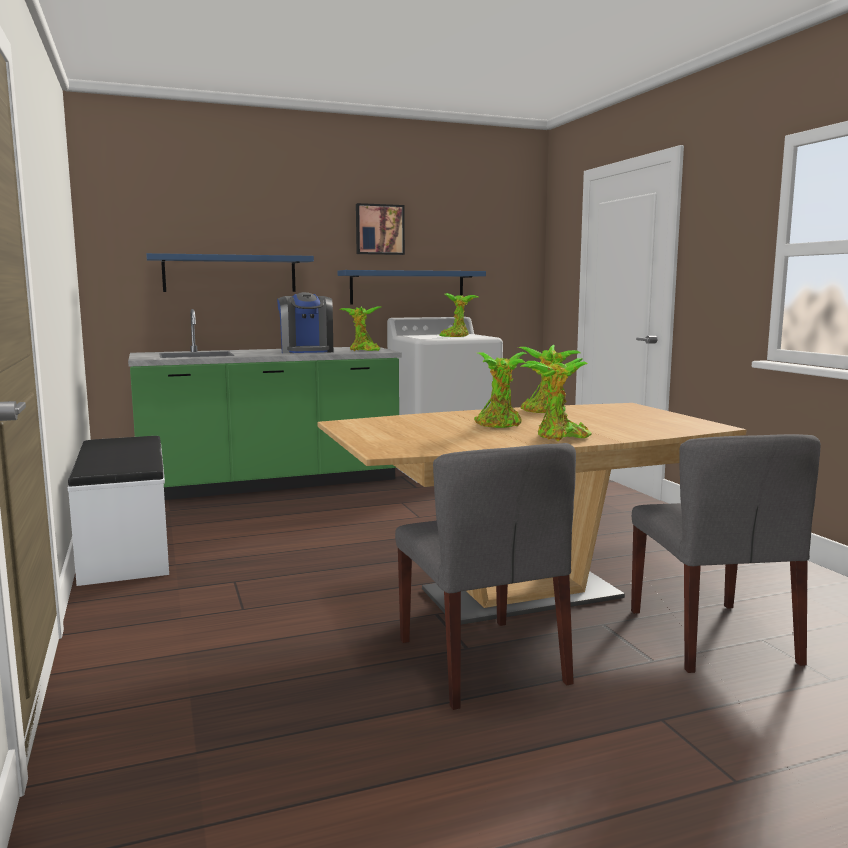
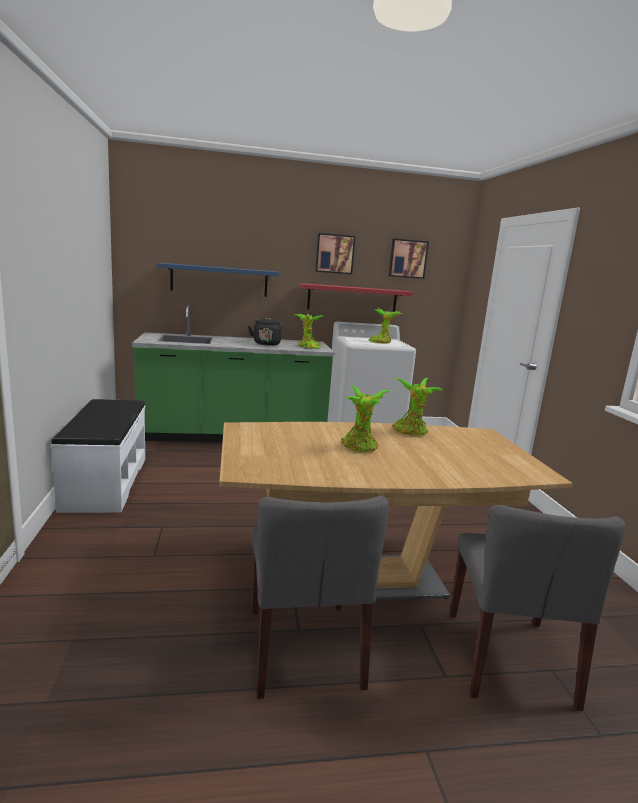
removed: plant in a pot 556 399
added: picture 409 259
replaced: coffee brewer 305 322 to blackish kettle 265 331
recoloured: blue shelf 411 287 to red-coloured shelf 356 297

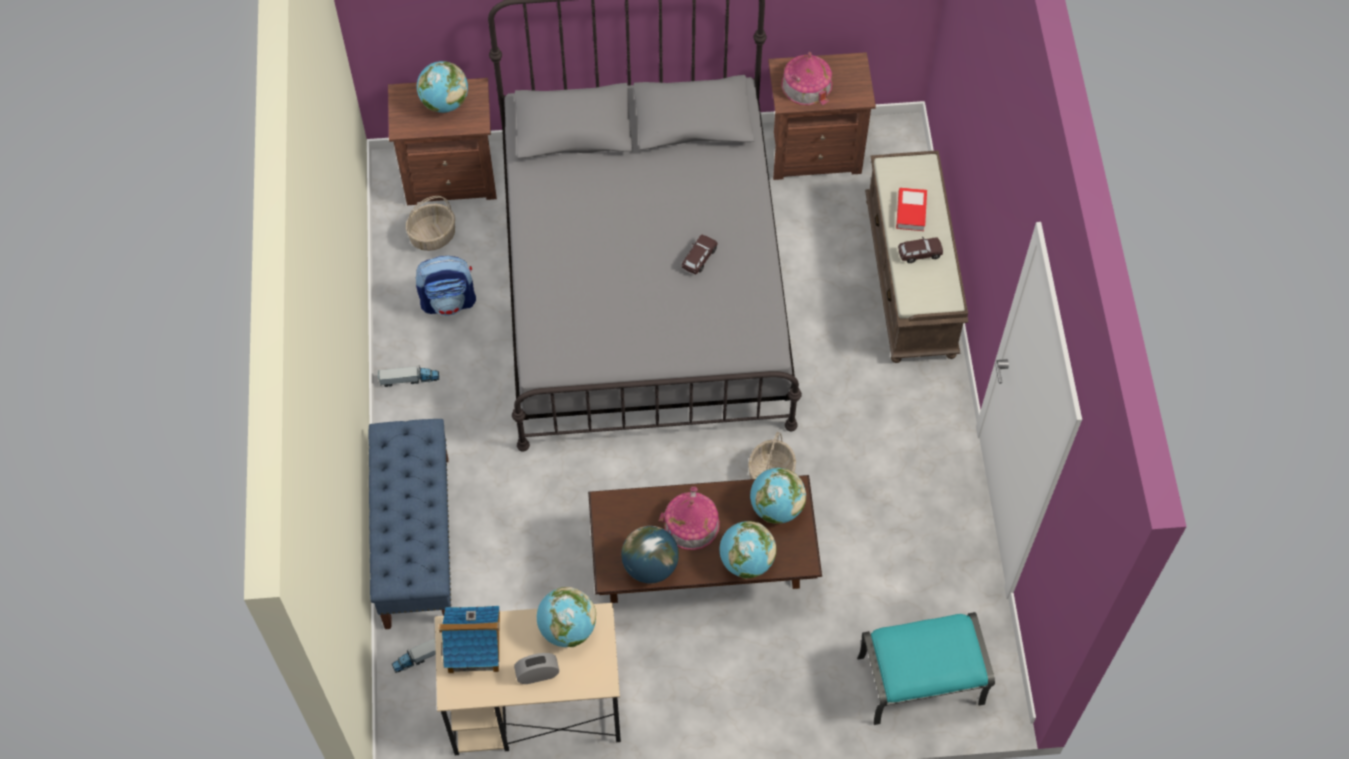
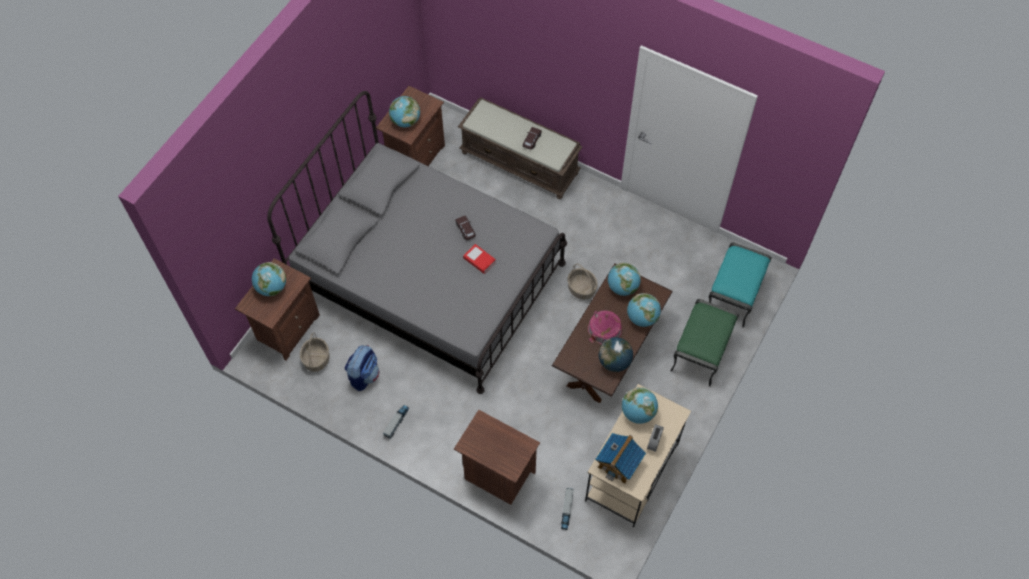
added: green footrest 705 343
moved: volume 911 209 to 479 259
replaced: miniature house 806 79 to globe 404 111; blue long seat 410 524 to brown bedside table 497 457

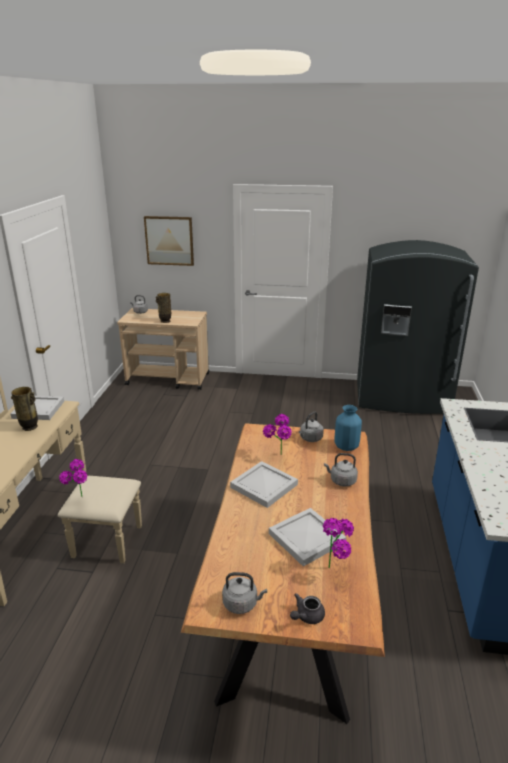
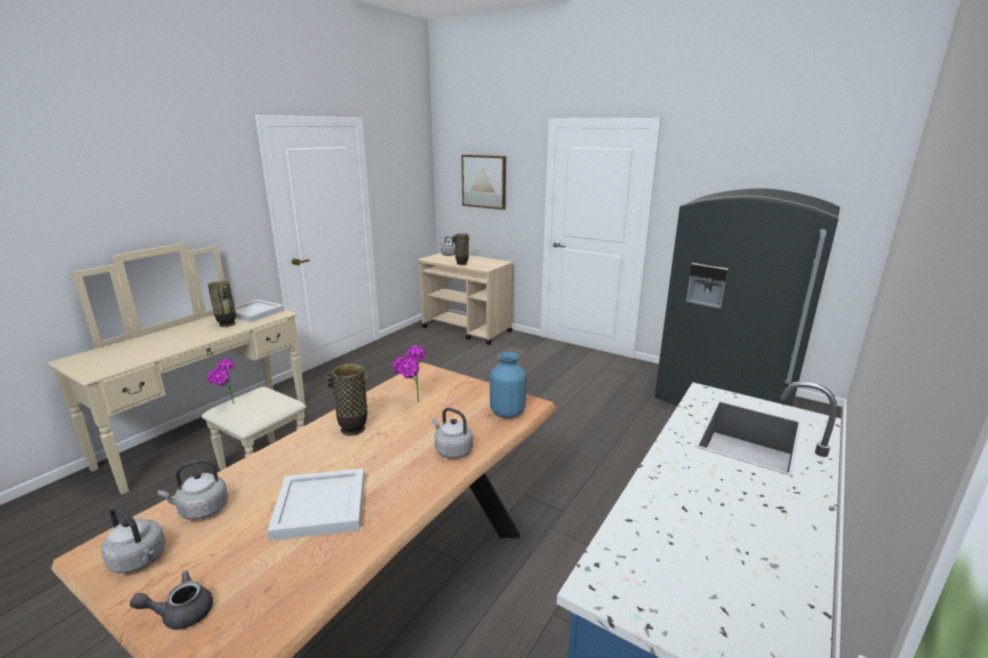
removed: plant in a pot 338 543
moved: gray kettle 311 426 to 193 489
replaced: whitish tray 264 484 to vase 347 400

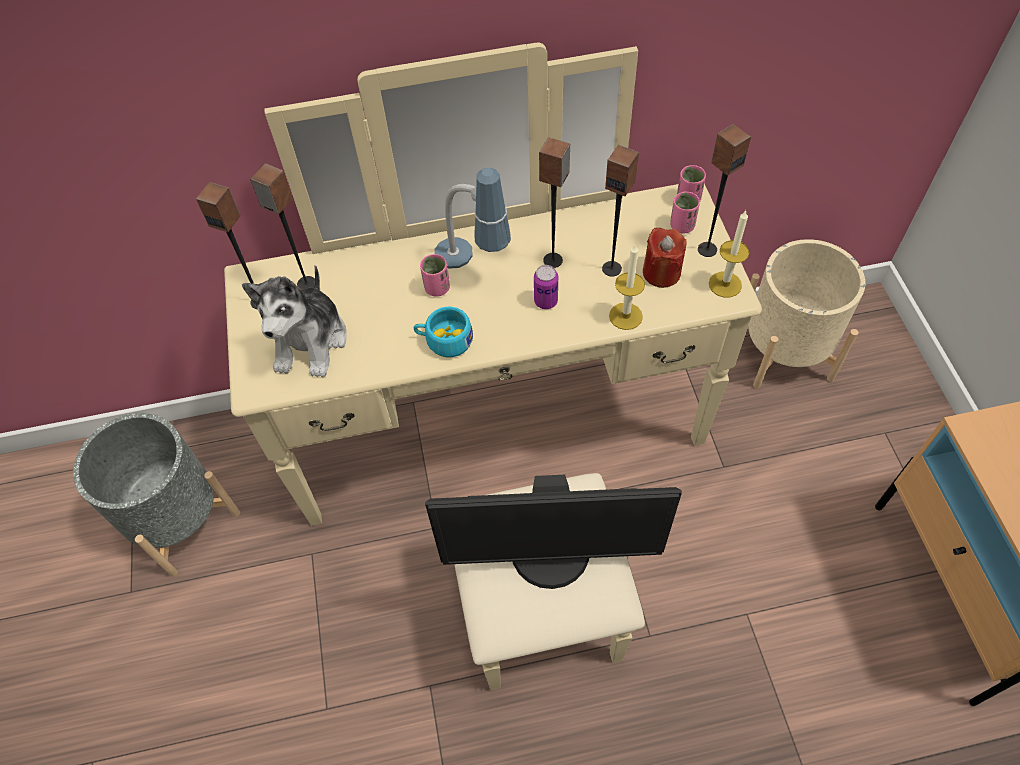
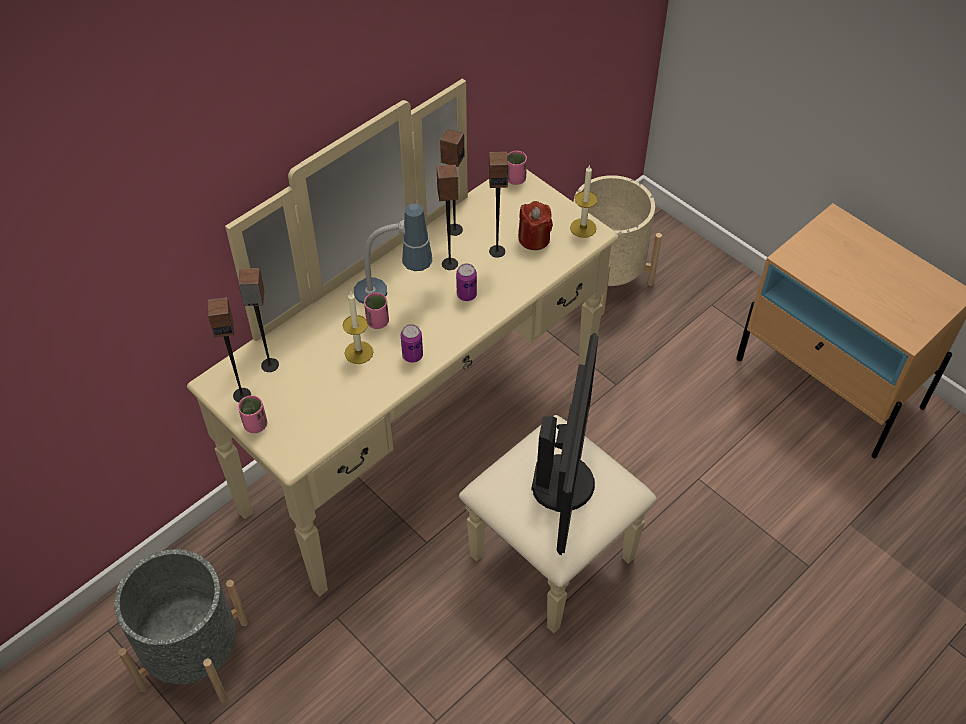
removed: soft toy 294 321
moved: loudspeaker 724 190 to 452 182; pinkish drinking cup 685 212 to 252 414; wax candle 627 286 to 358 328
replaced: turquoise-coloured drinking cup 443 332 to sealed can 412 343
turned: monitor 553 532 = 565 444 45 degrees counterclockwise

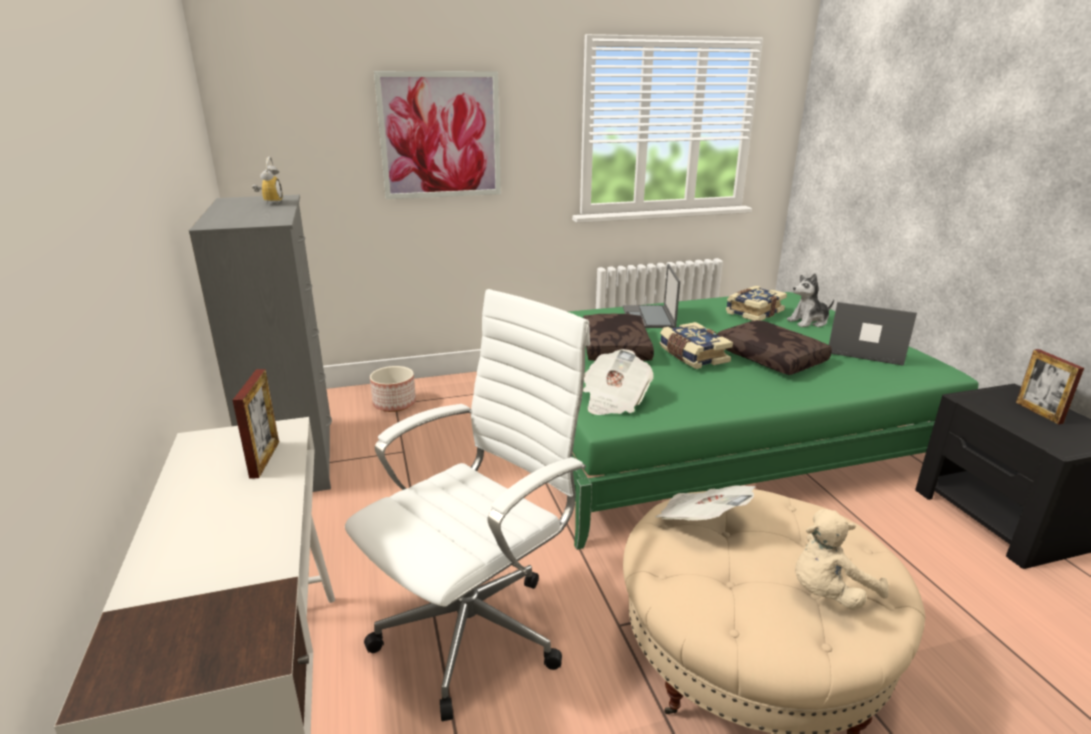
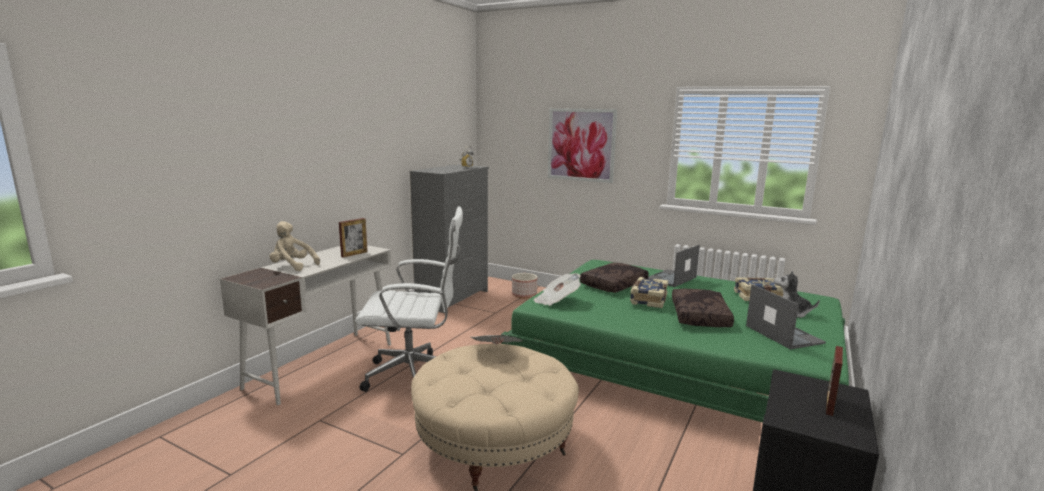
moved: sand-coloured soft toy 842 559 to 295 246

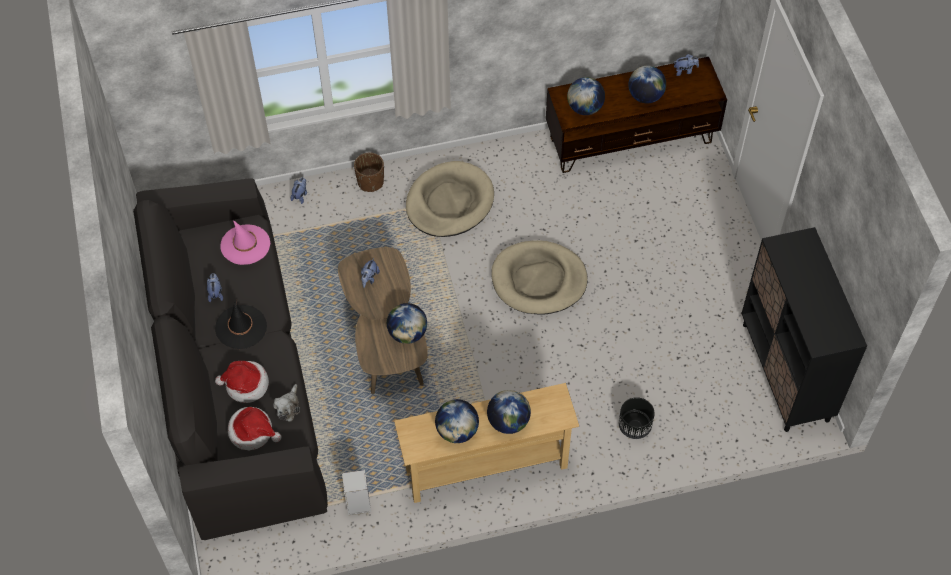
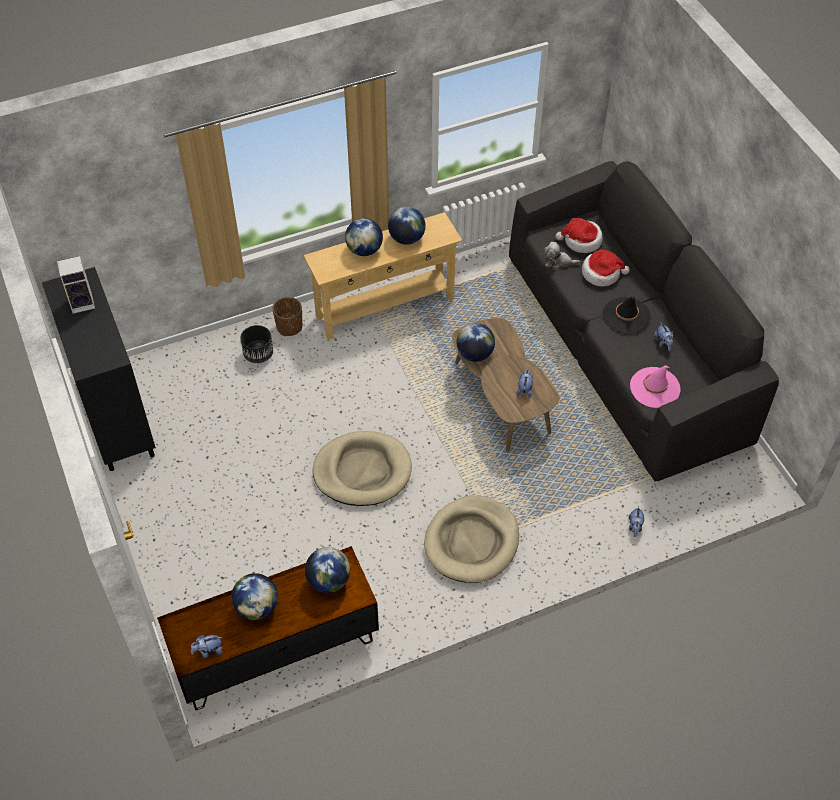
moved: brown plant pot 369 172 to 287 316; loudspeaker 356 492 to 76 285
turned: soft toy 286 402 = 562 256 90 degrees counterclockwise

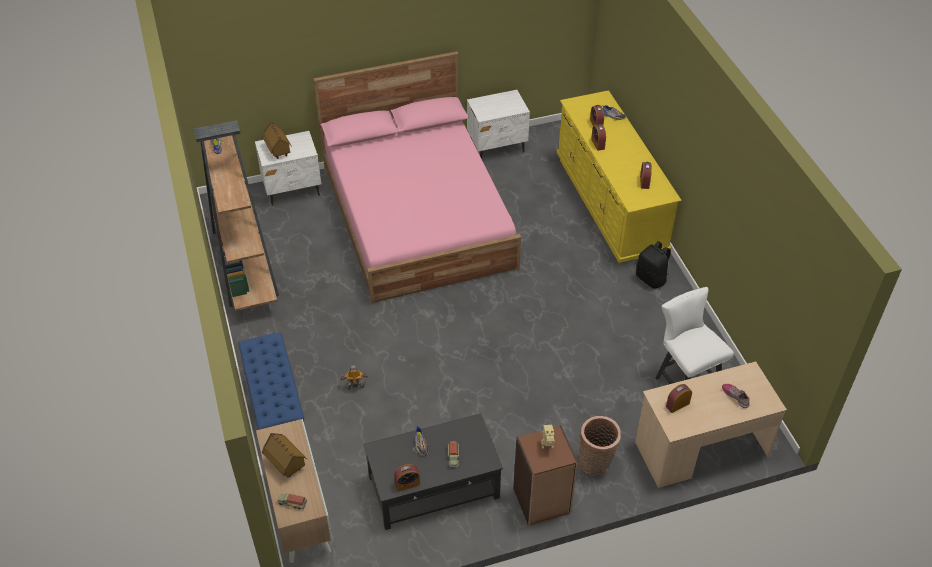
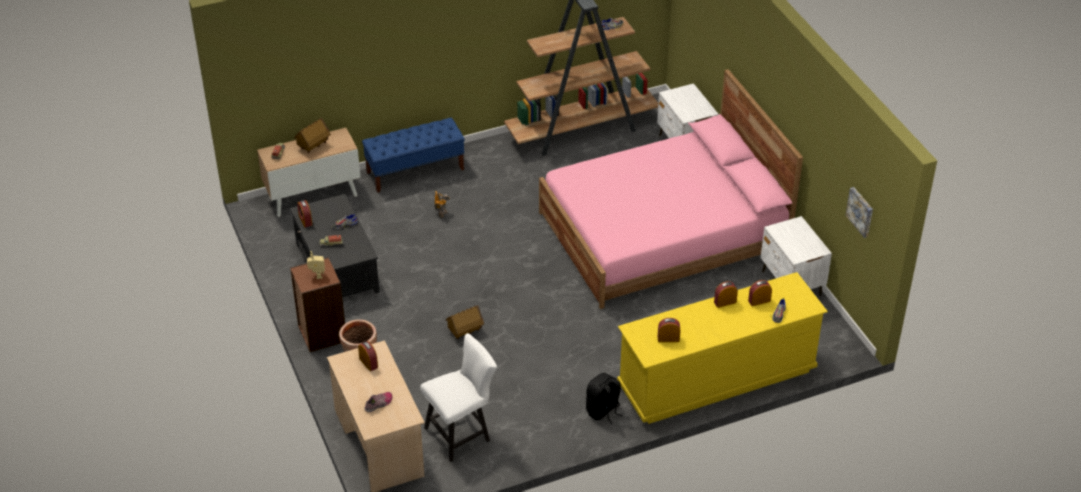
added: picture 859 212
moved: miniature house 277 140 to 465 322

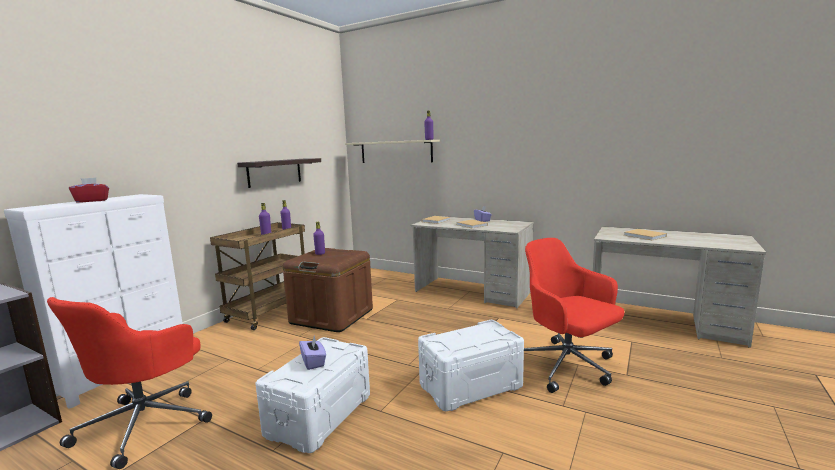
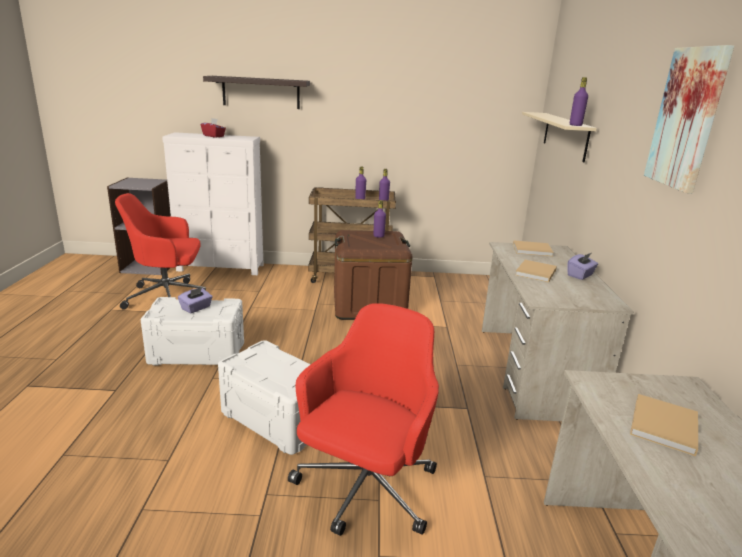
added: picture 689 119
moved: shelf 279 173 to 256 92

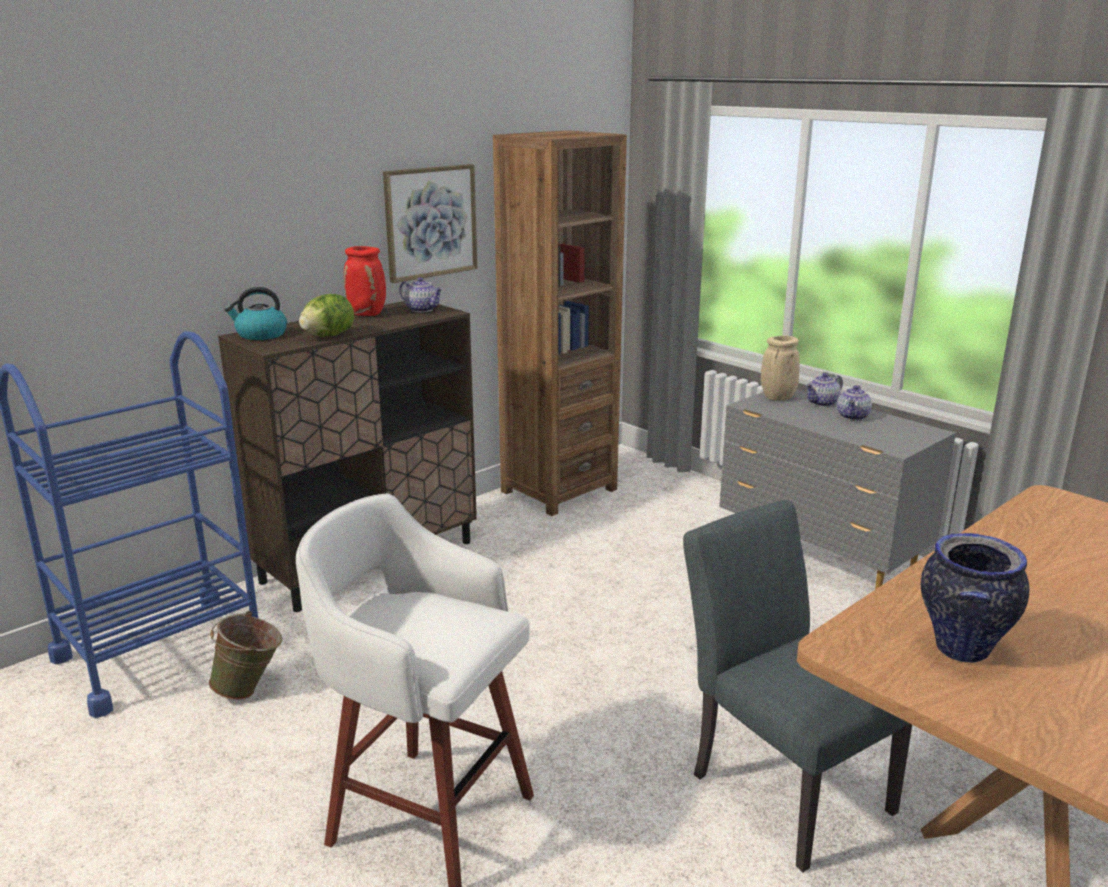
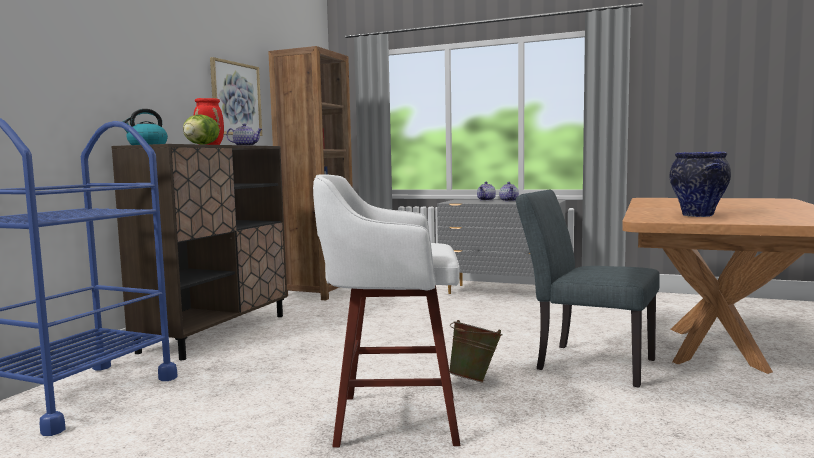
removed: sand-coloured vase 780 368
moved: green water bucket 245 655 to 476 351

